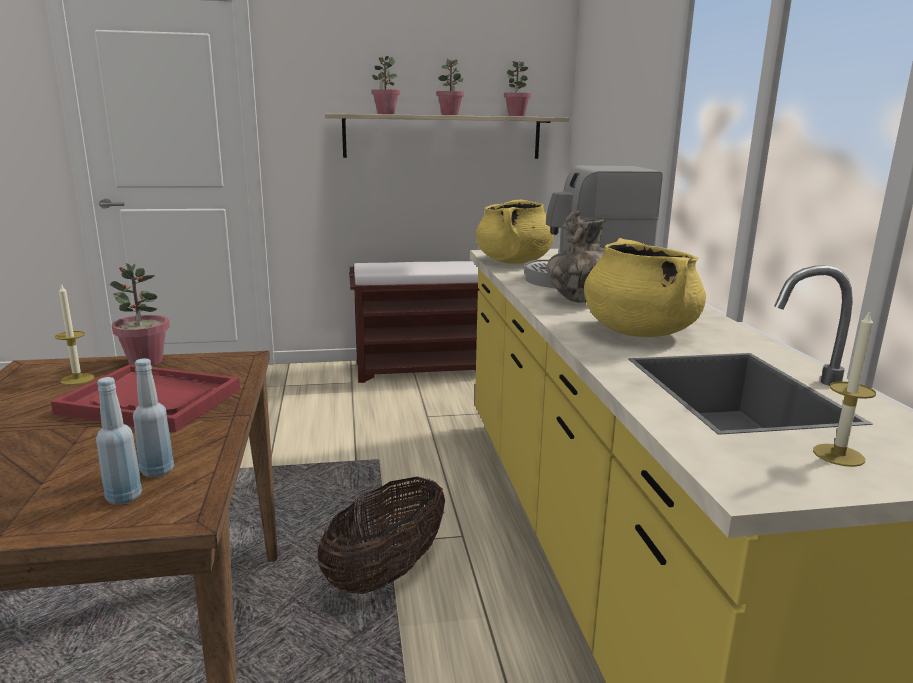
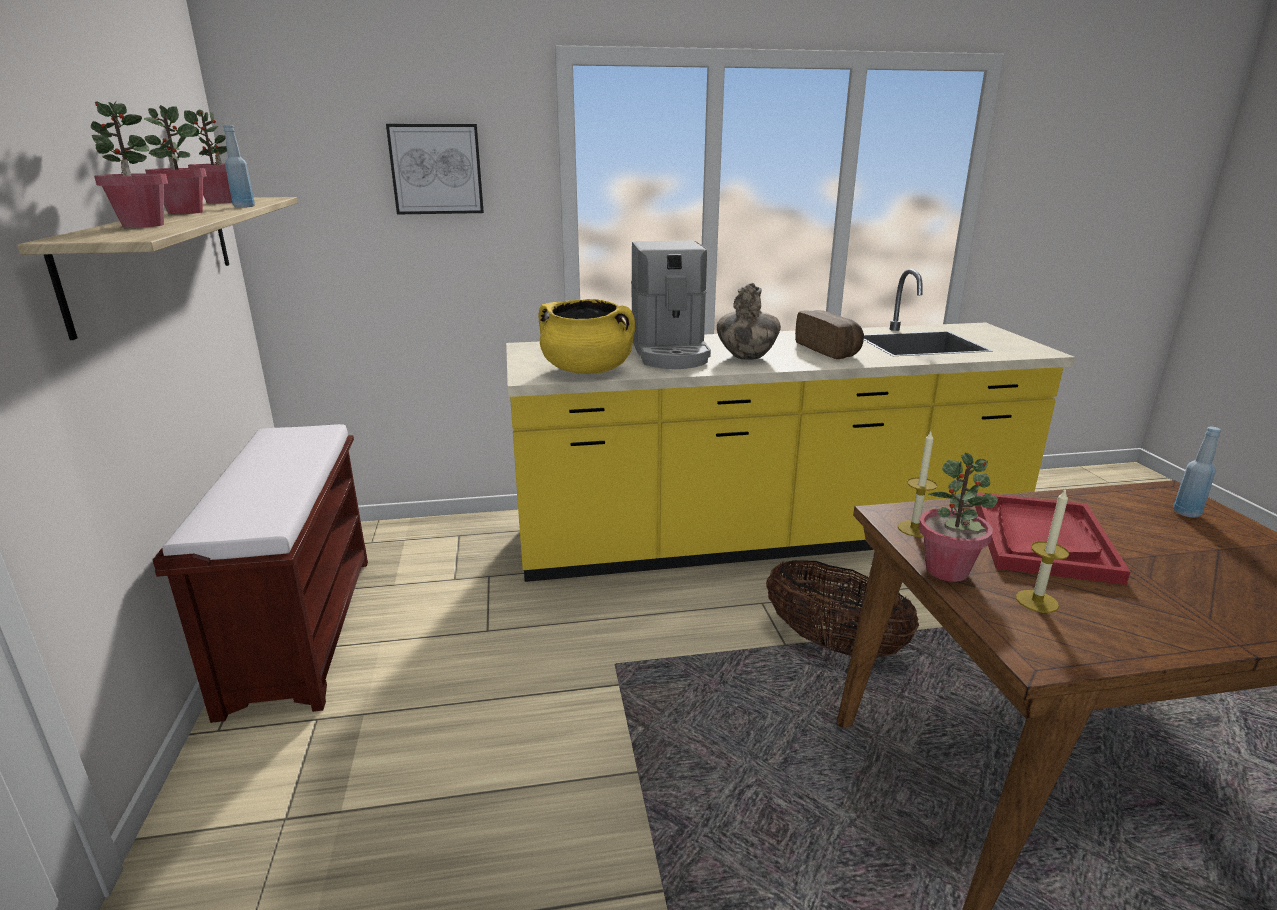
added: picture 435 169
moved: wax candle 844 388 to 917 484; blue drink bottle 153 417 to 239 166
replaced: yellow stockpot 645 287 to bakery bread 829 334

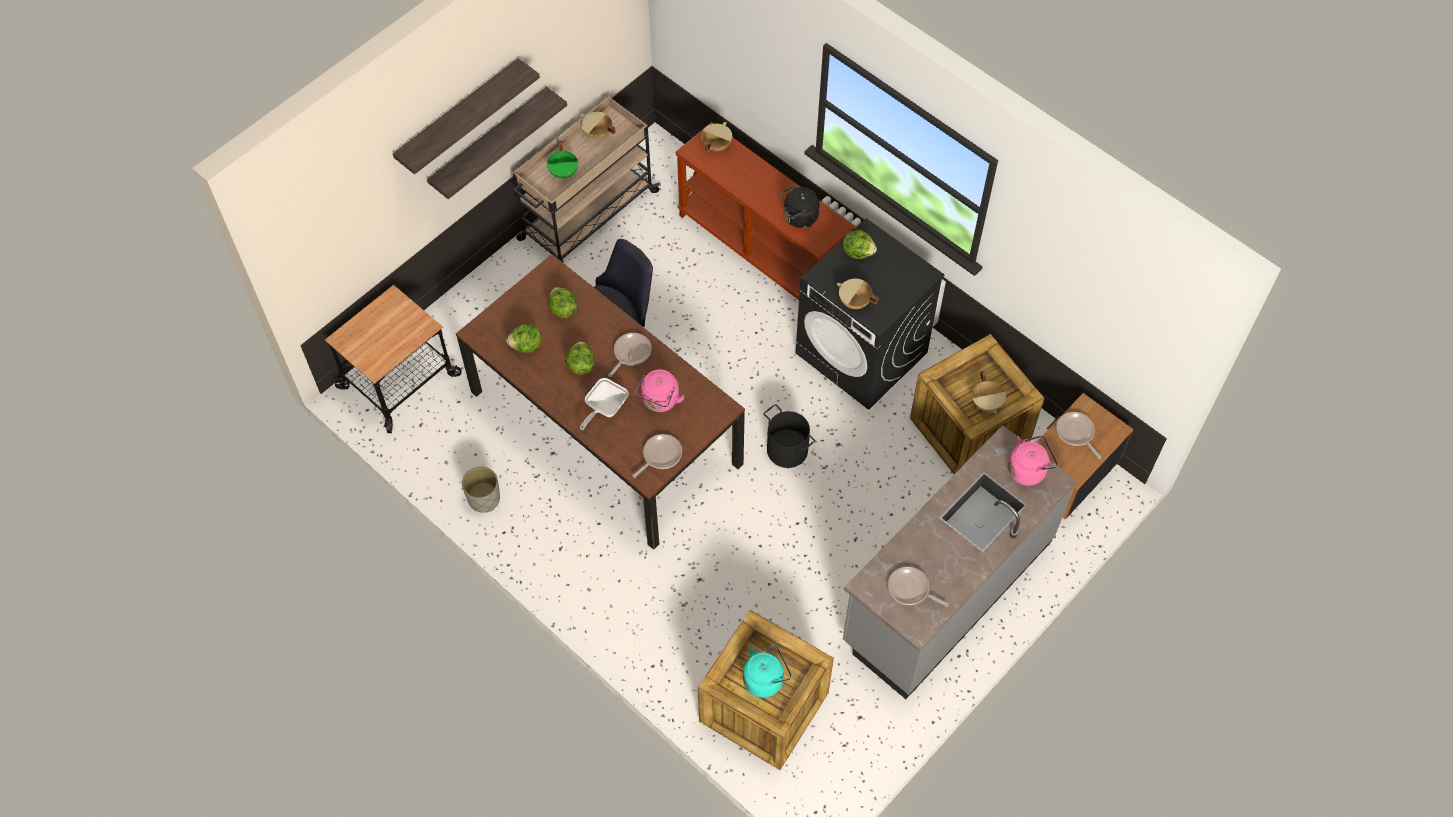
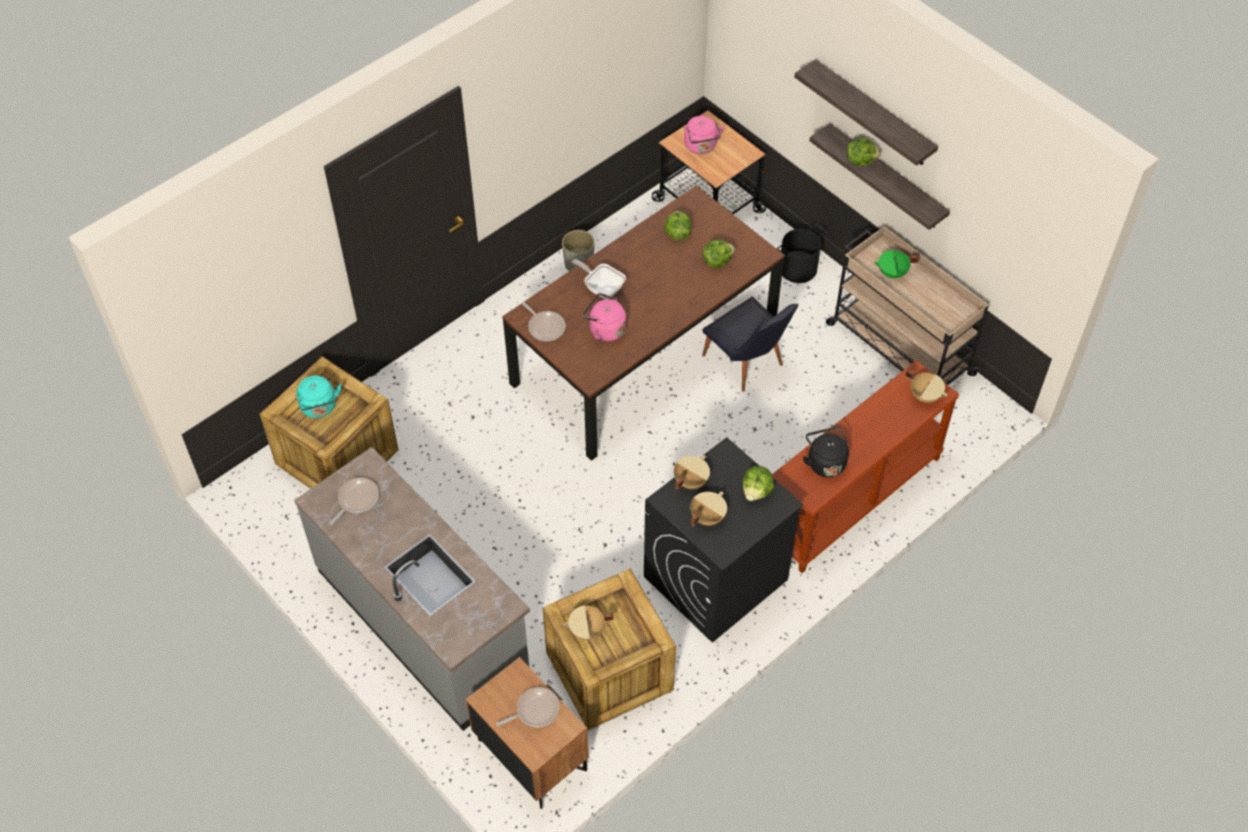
removed: frying pan 630 355
moved: sand-coloured stockpot 598 125 to 708 509; lettuce head 580 358 to 864 151; blackish water bucket 789 436 to 801 253; pinkish kettle 1033 460 to 704 135

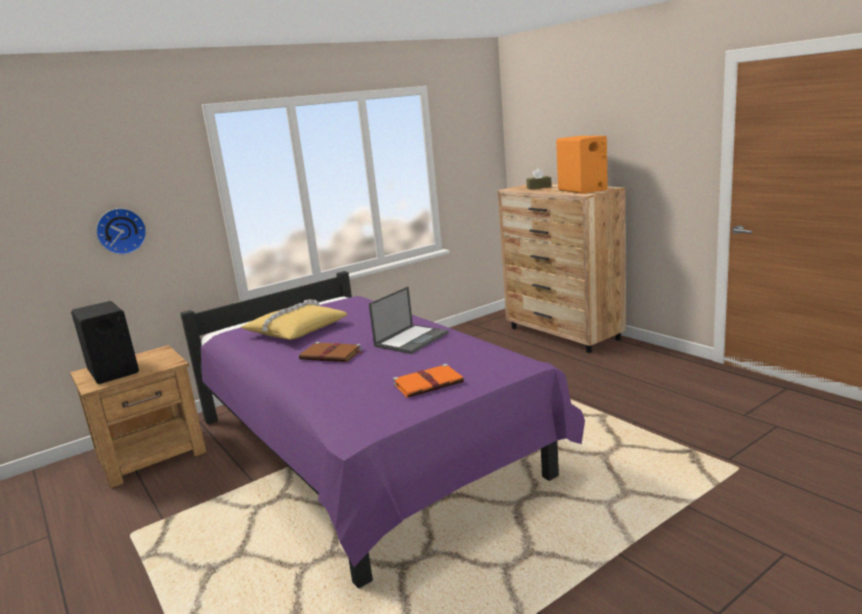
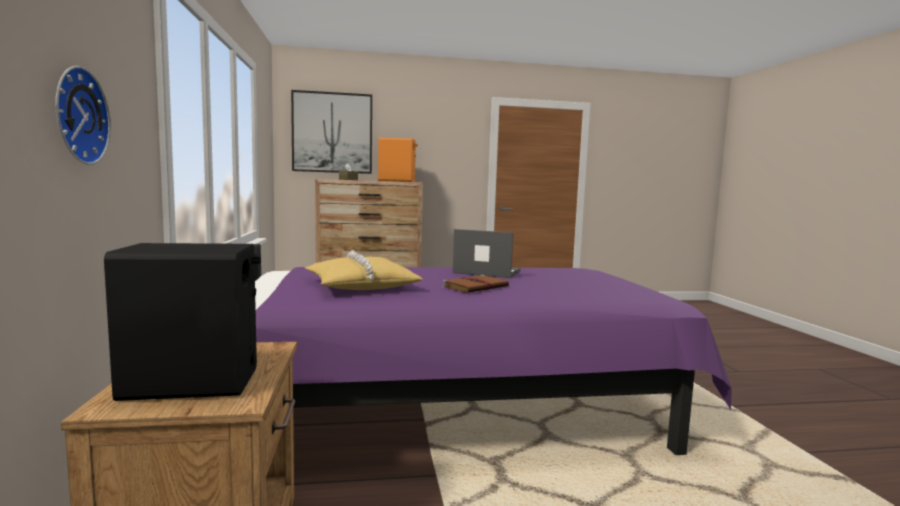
removed: orange-coloured volume 428 381
added: picture 331 132
turned: laptop 409 320 = 486 253 45 degrees counterclockwise

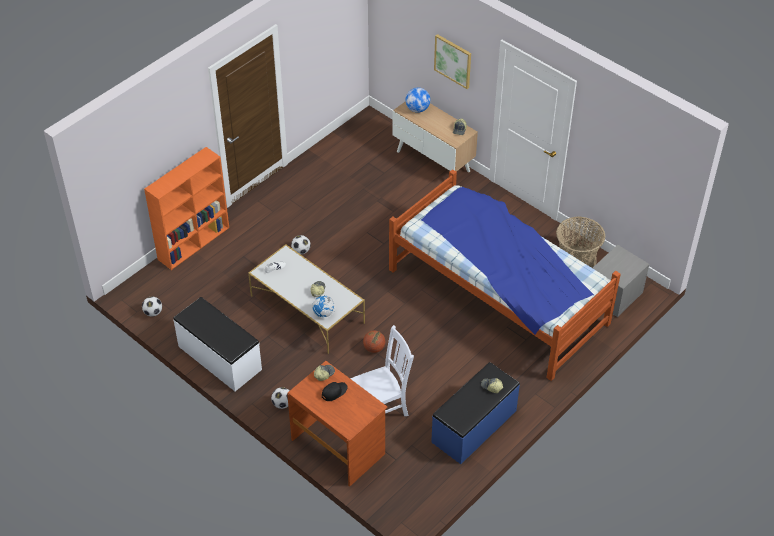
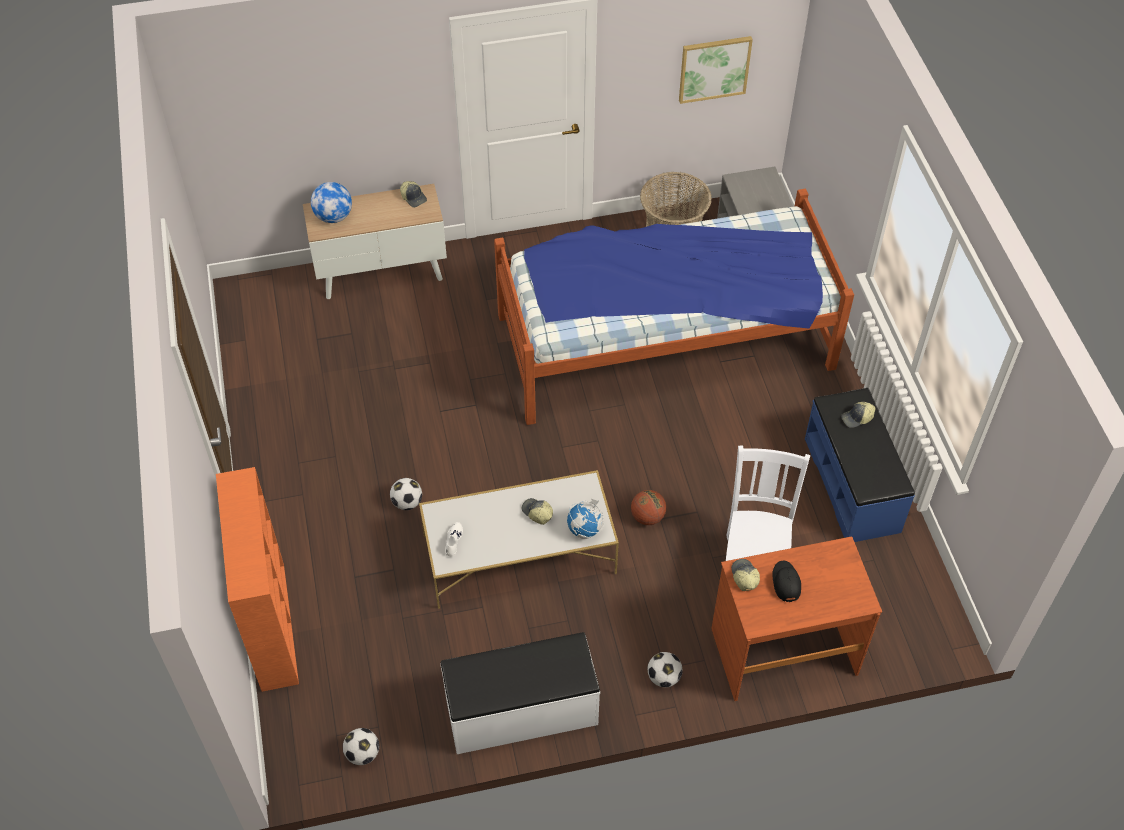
moved: picture 452 61 to 716 70

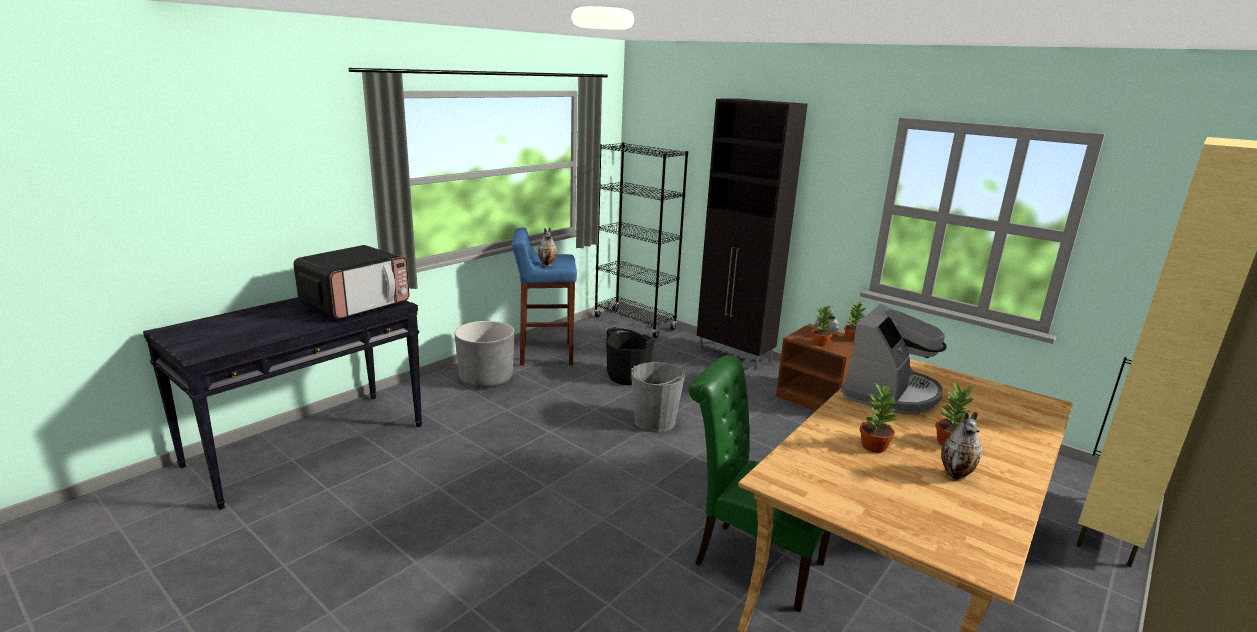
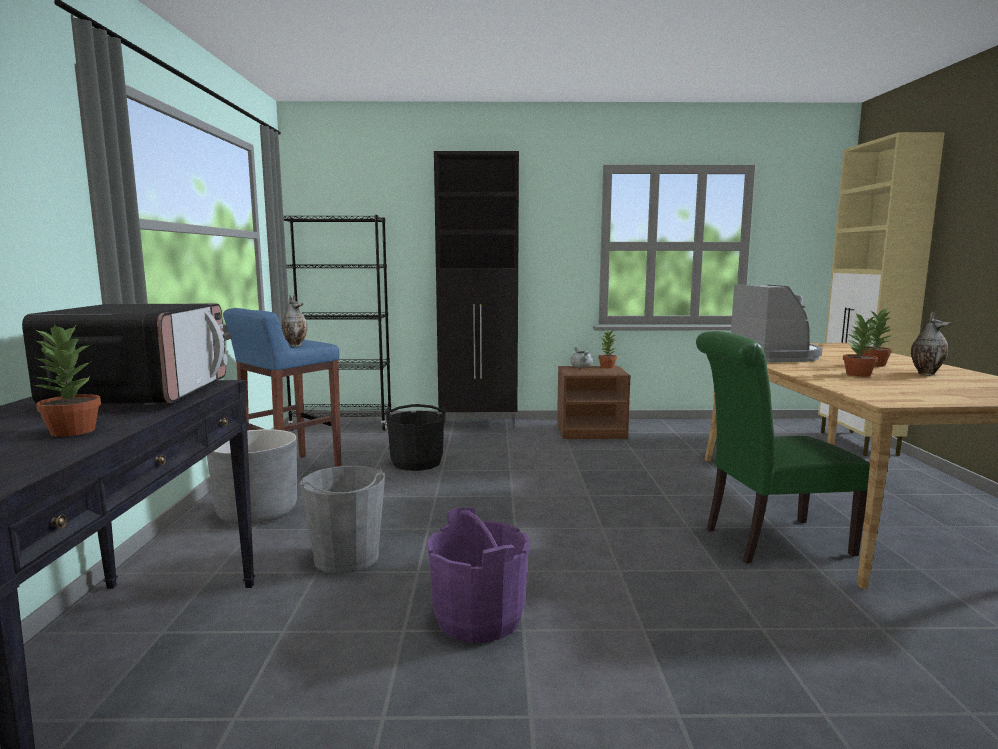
added: purple water bucket 478 575
moved: plant in a pot 822 326 to 66 380; gray water bucket 658 397 to 342 520

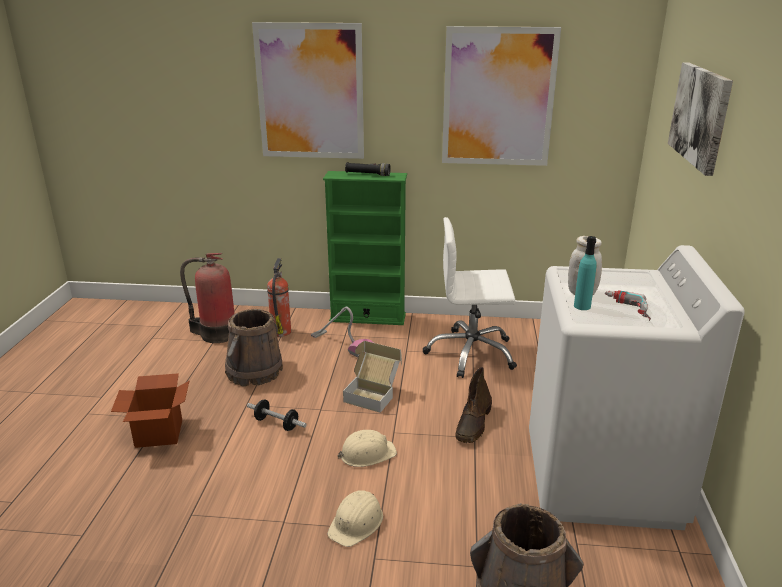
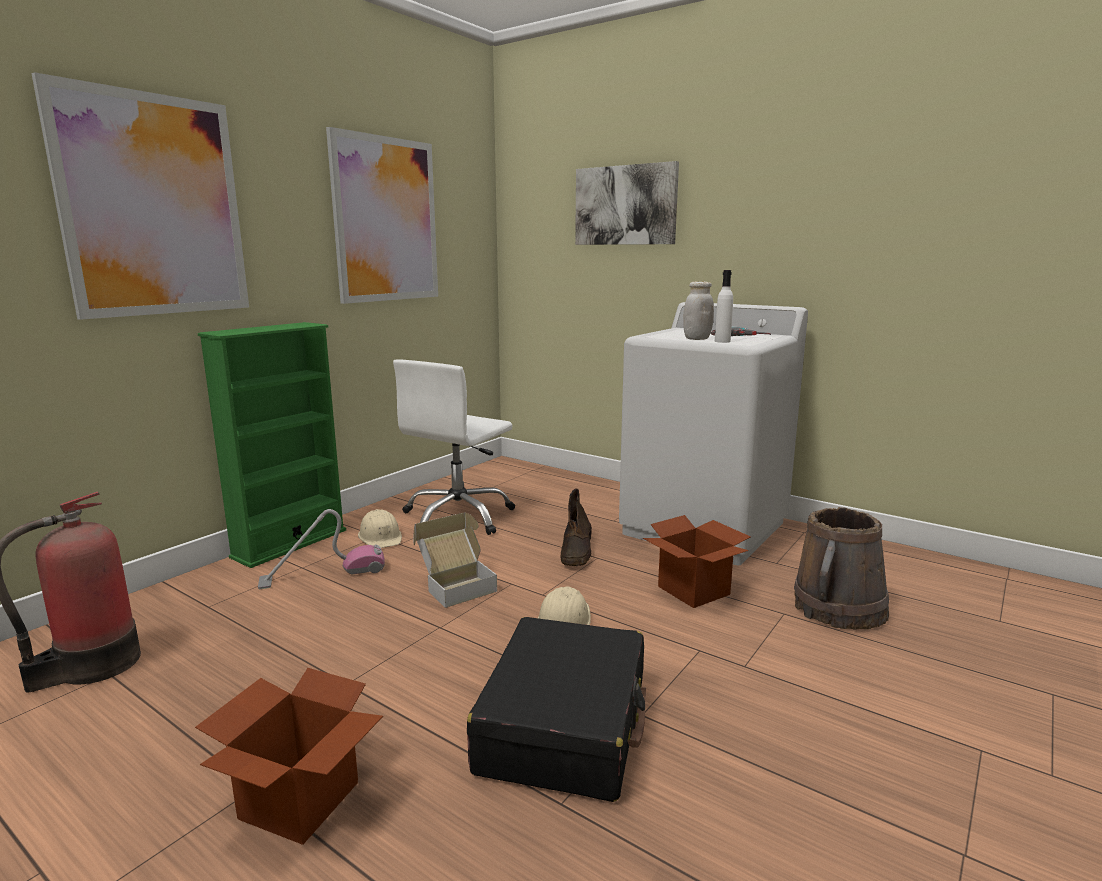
removed: blackish torch 368 169; fire extinguisher 279 297; brown water bucket 254 348; free weight 277 415
added: cardboard box 696 561; blackish travel case 556 709
moved: sand-coloured hard hat 355 518 to 380 528
recoloured: turquoise-coloured drink bottle 585 273 to whitish drink bottle 724 306
turned: brown boot 473 405 = 576 527 45 degrees clockwise

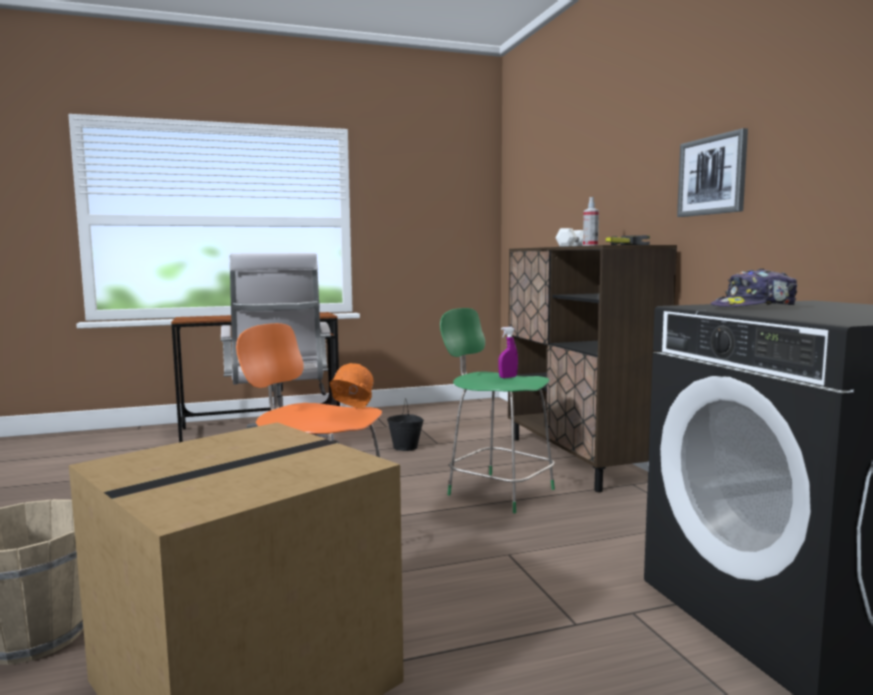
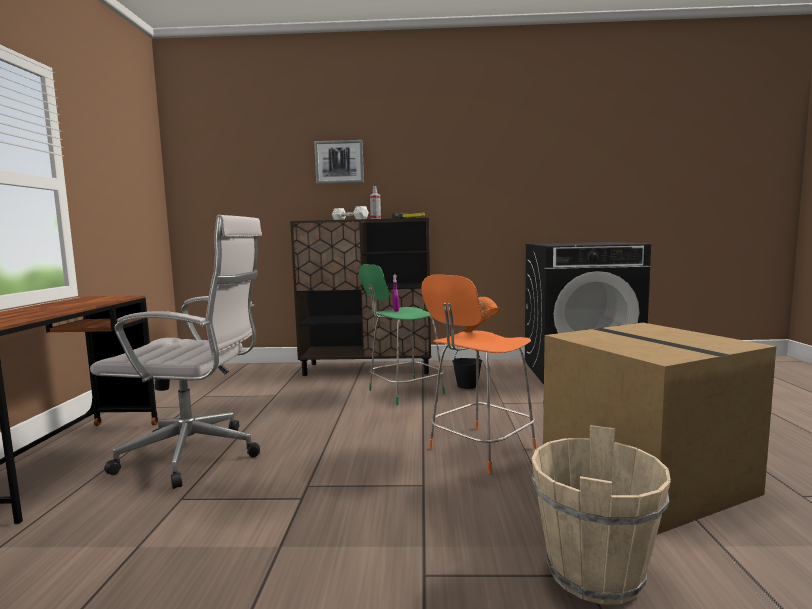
removed: cap 753 288
moved: picture 712 172 to 339 162; blackish water bucket 405 426 to 467 370

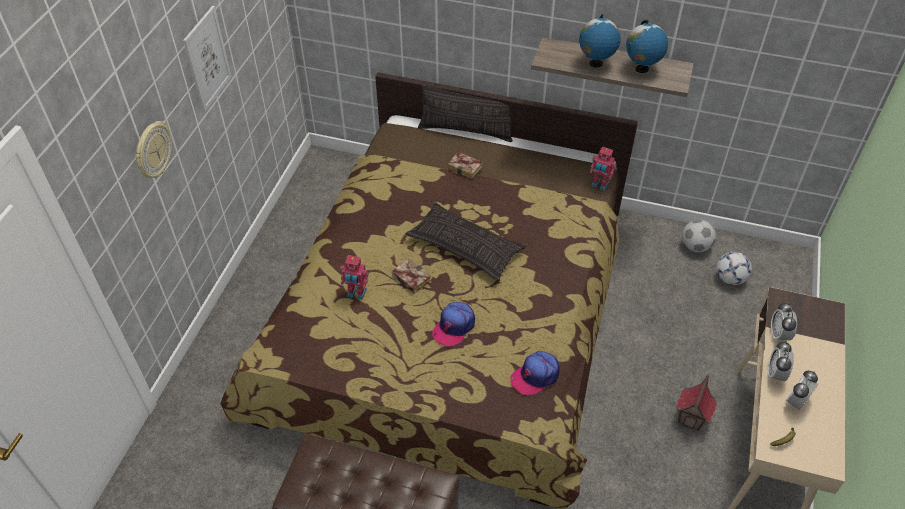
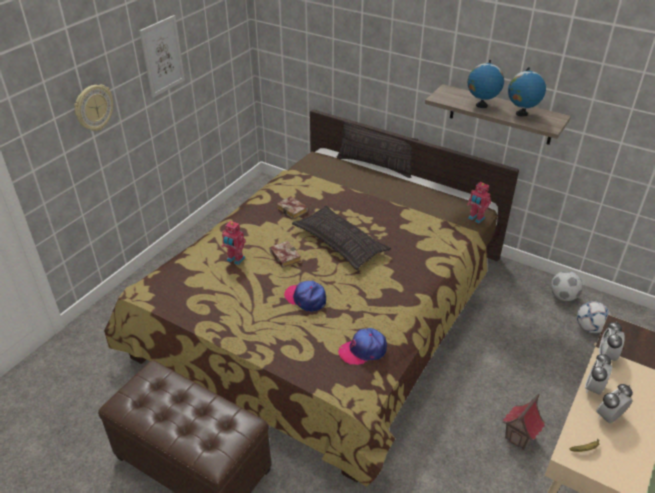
moved: volume 465 165 to 292 207
turned: cap 453 324 = 305 296 75 degrees clockwise

